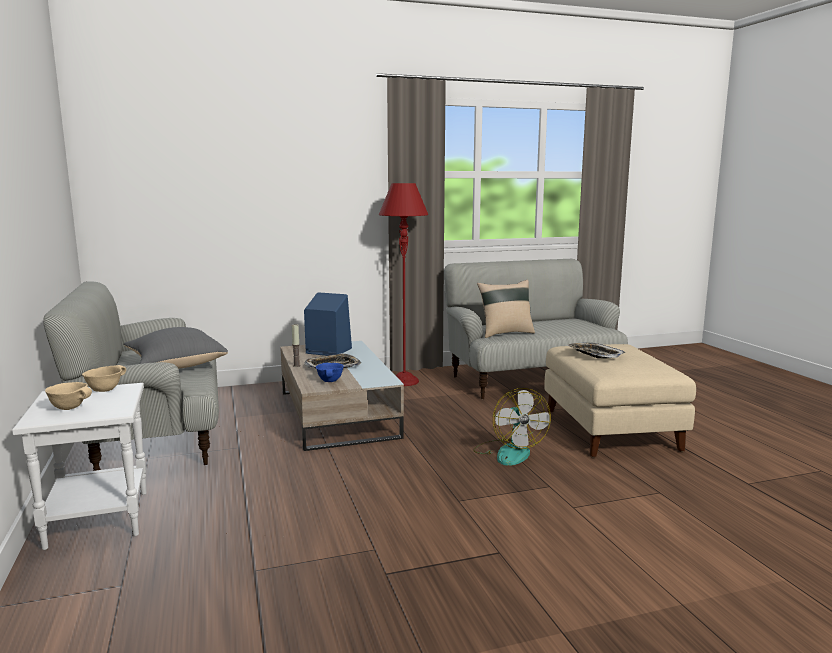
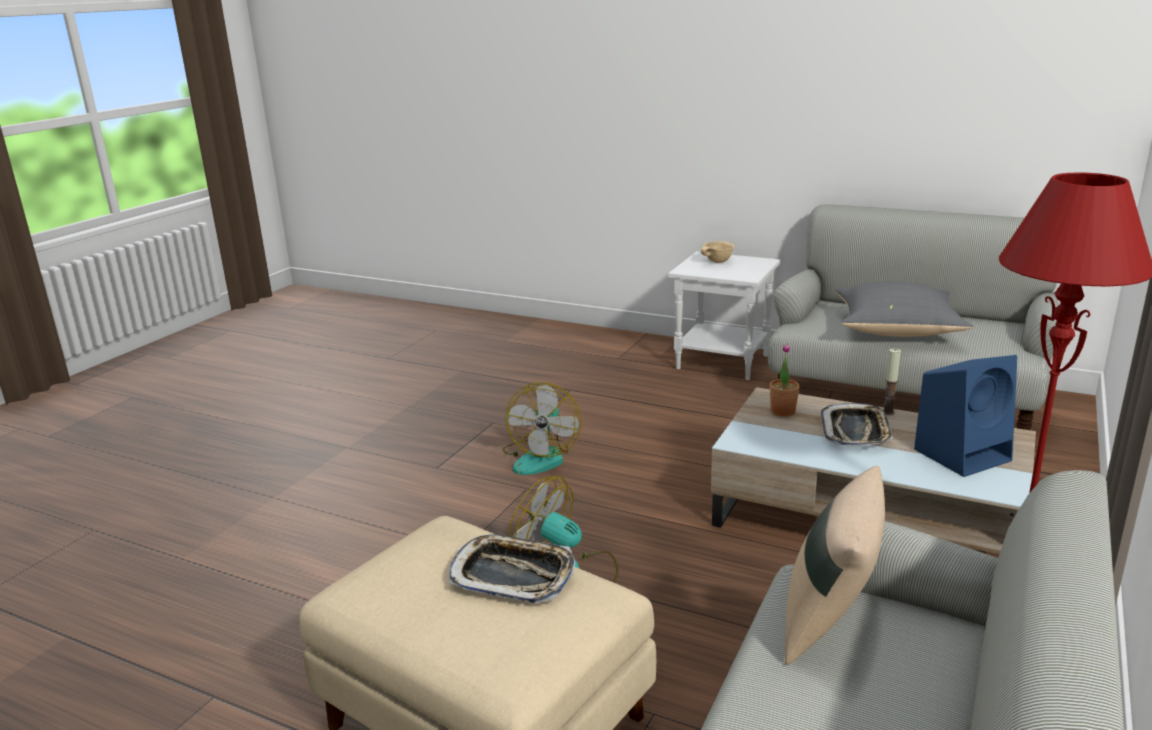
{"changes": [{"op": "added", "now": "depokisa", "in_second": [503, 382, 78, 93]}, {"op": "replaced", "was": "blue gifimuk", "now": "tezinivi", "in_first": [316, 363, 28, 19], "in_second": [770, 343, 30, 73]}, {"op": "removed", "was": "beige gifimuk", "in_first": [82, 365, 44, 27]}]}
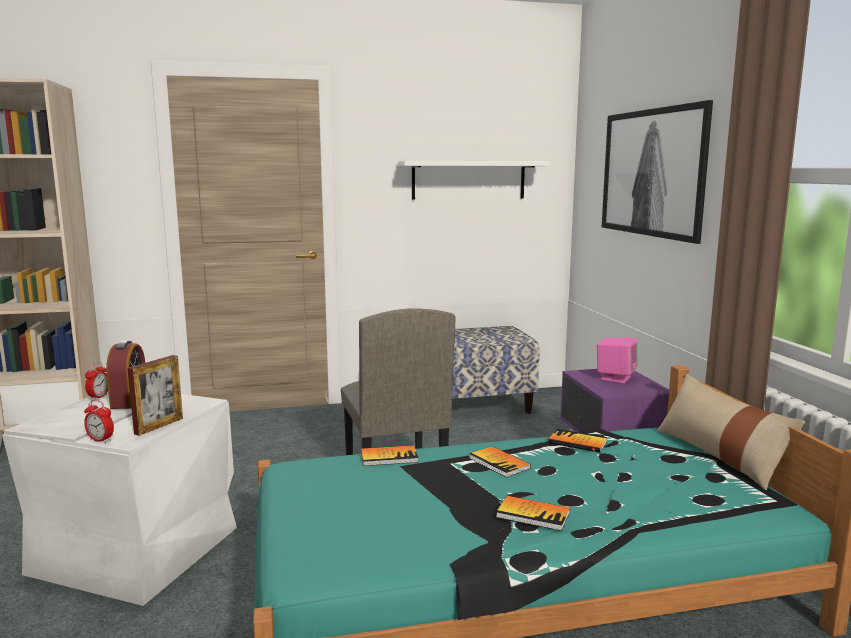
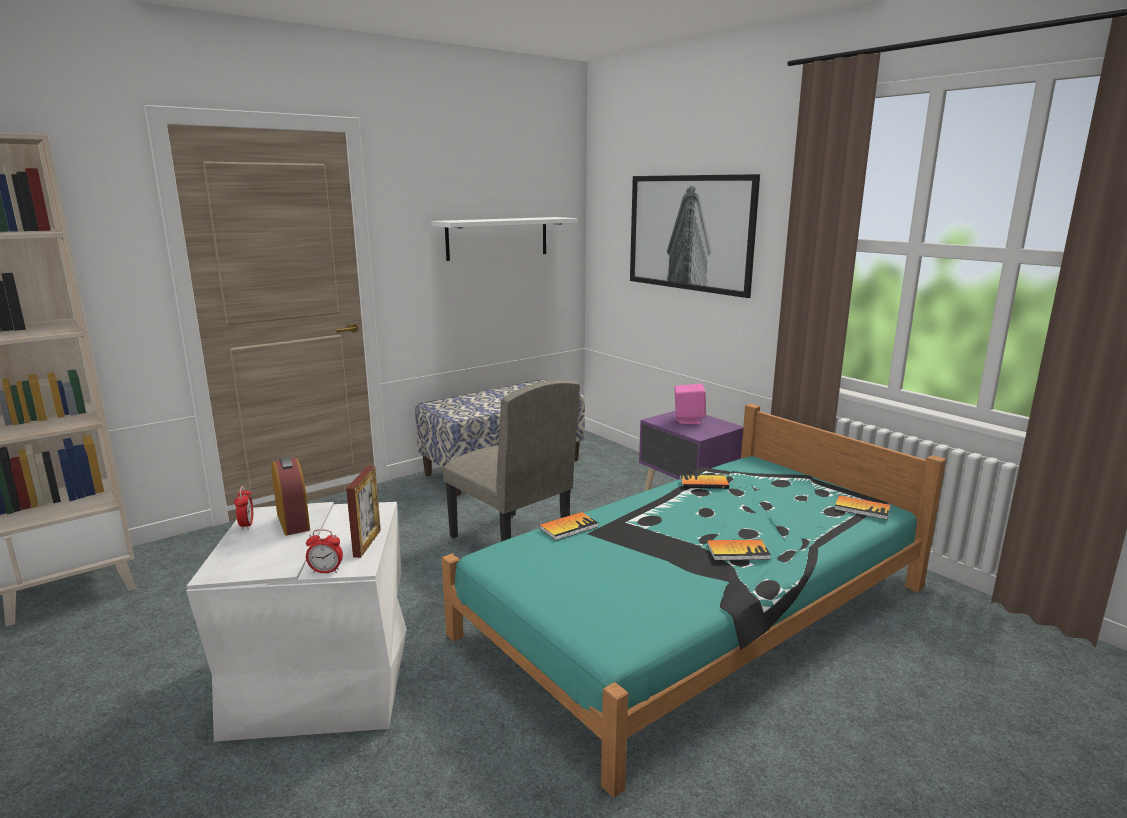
{"changes": [{"op": "moved", "was": "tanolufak", "in_first": [469, 446, 62, 32], "in_second": [834, 495, 56, 25]}, {"op": "removed", "was": "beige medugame", "in_first": [657, 374, 148, 116]}]}
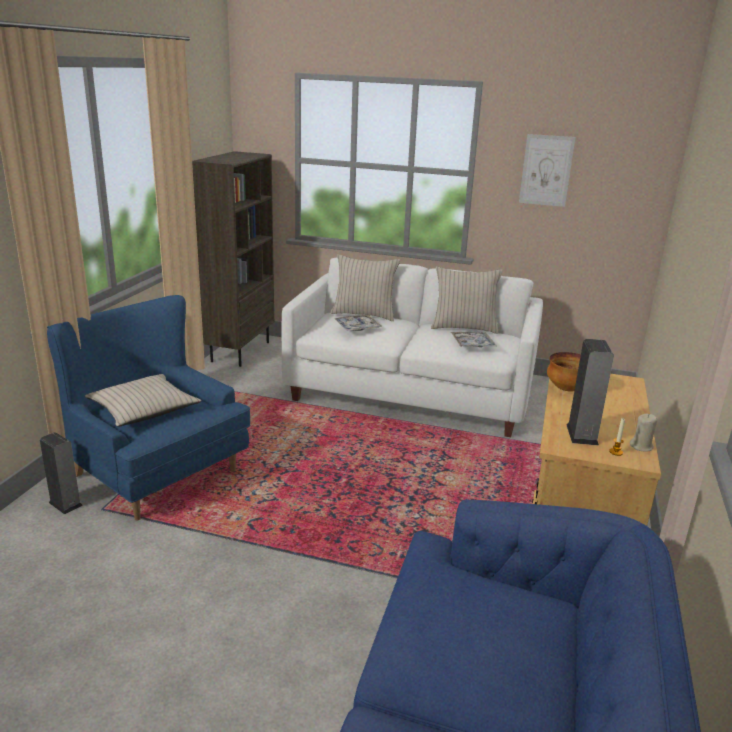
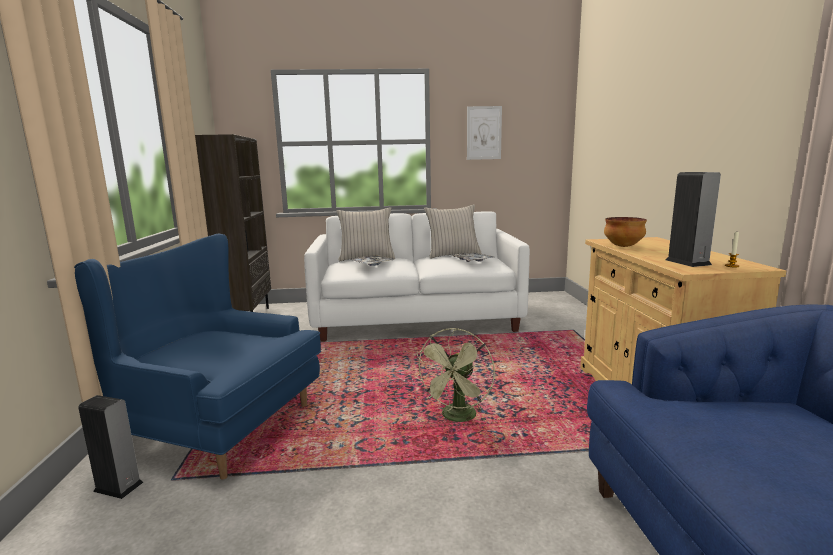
{"changes": [{"op": "added", "now": "green depokisa", "in_second": [414, 328, 81, 94]}, {"op": "removed", "was": "beige medugame", "in_first": [85, 374, 117, 53]}, {"op": "removed", "was": "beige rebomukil", "in_first": [630, 414, 27, 38]}]}
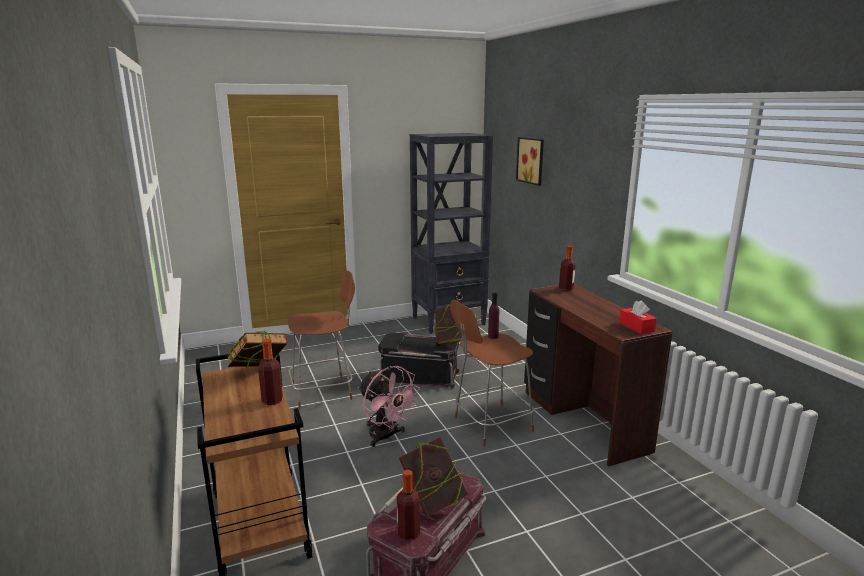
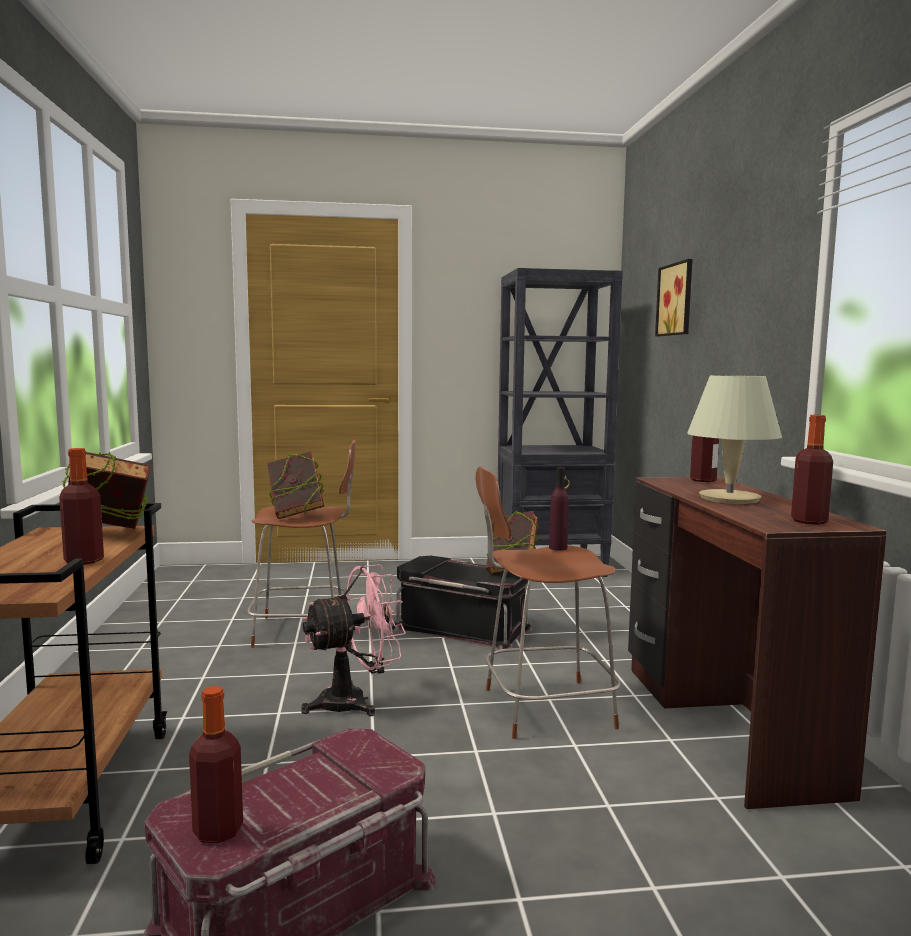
{"changes": [{"op": "moved", "was": "tanolufak", "in_first": [399, 437, 70, 81], "in_second": [267, 451, 58, 68]}, {"op": "turned", "was": "pink depokisa", "in_first": [358, 366, 62, 81], "in_second": [301, 564, 105, 152], "clockwise": -90}, {"op": "added", "now": "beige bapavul", "in_second": [687, 375, 95, 129]}, {"op": "replaced", "was": "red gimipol", "now": "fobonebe", "in_first": [619, 300, 38, 34], "in_second": [791, 415, 42, 110]}]}
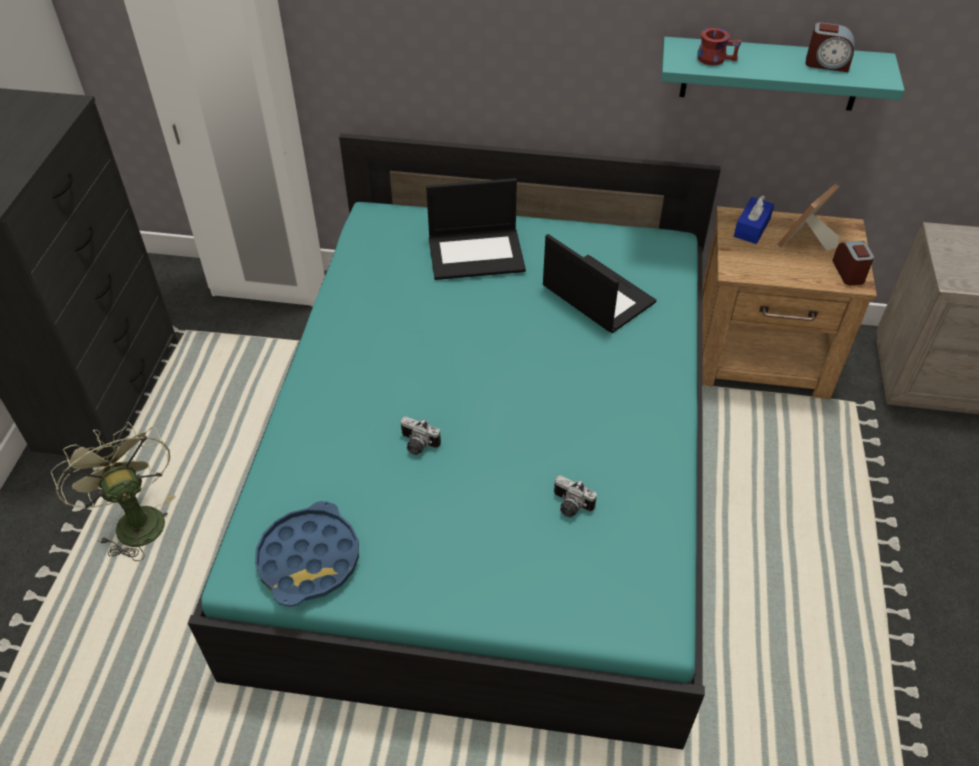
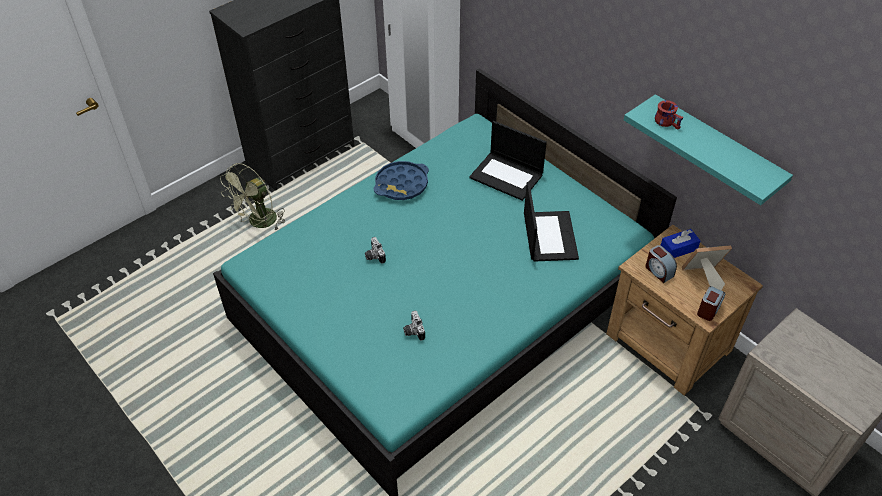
{"changes": [{"op": "turned", "was": "green depokisa", "in_first": [51, 422, 125, 139], "in_second": [220, 163, 65, 67], "clockwise": -150}, {"op": "moved", "was": "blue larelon", "in_first": [255, 501, 104, 106], "in_second": [374, 161, 55, 39]}, {"op": "moved", "was": "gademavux", "in_first": [806, 22, 48, 50], "in_second": [646, 245, 31, 38]}]}
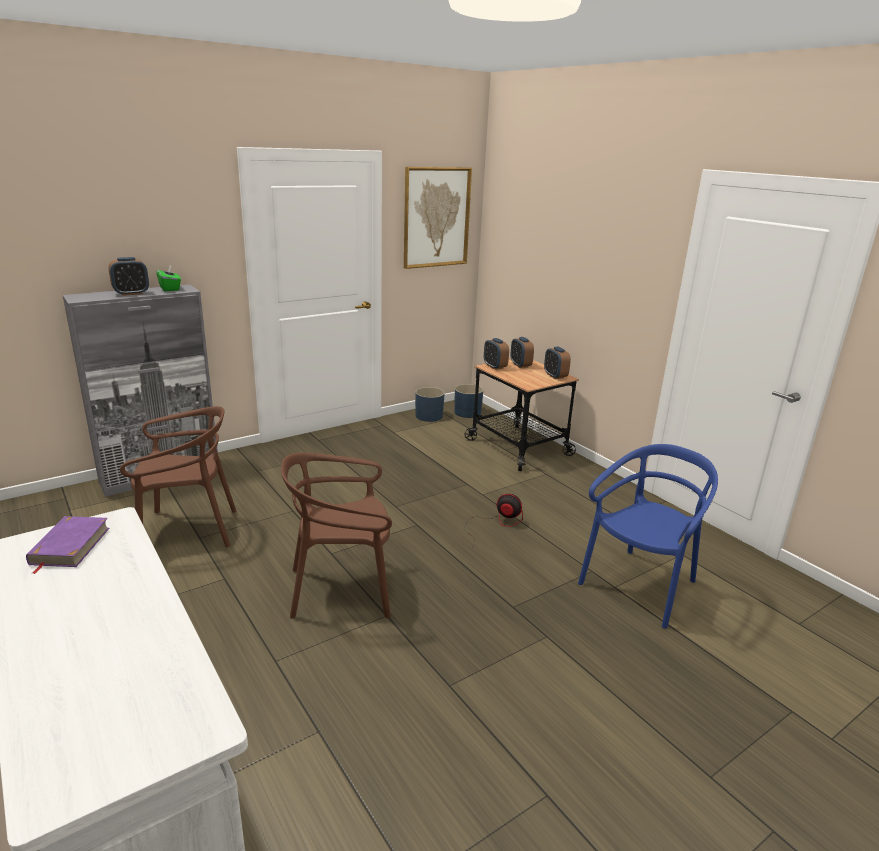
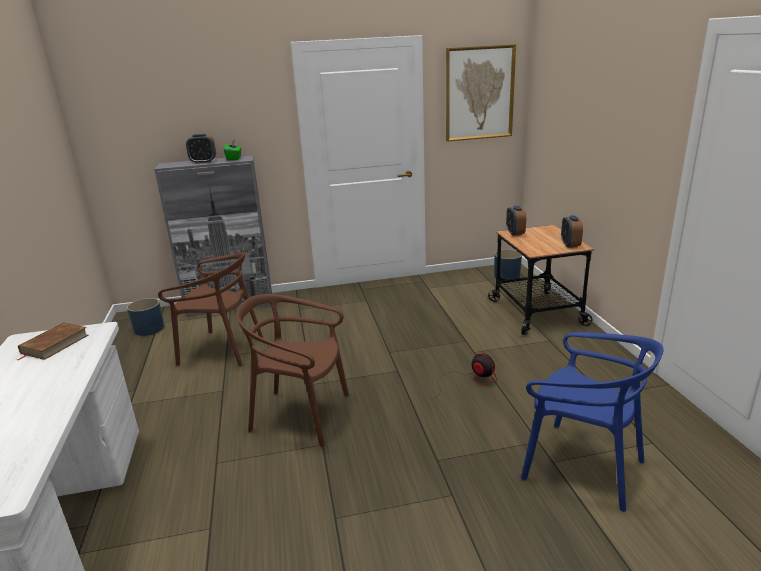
{"changes": [{"op": "recoloured", "was": "purple tanolufak", "now": "brown tanolufak", "in_first": [26, 516, 83, 58], "in_second": [17, 322, 71, 38]}, {"op": "moved", "was": "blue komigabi", "in_first": [415, 387, 30, 35], "in_second": [127, 298, 37, 38]}, {"op": "turned", "was": "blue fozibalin", "in_first": [578, 444, 140, 184], "in_second": [521, 332, 142, 180], "clockwise": 60}, {"op": "removed", "was": "gademavux", "in_first": [510, 337, 24, 31]}]}
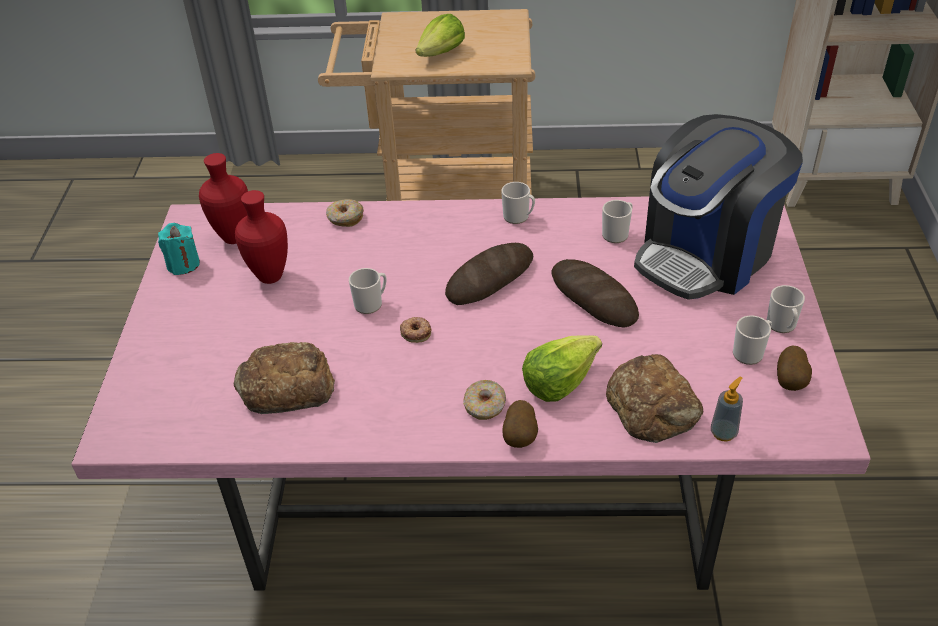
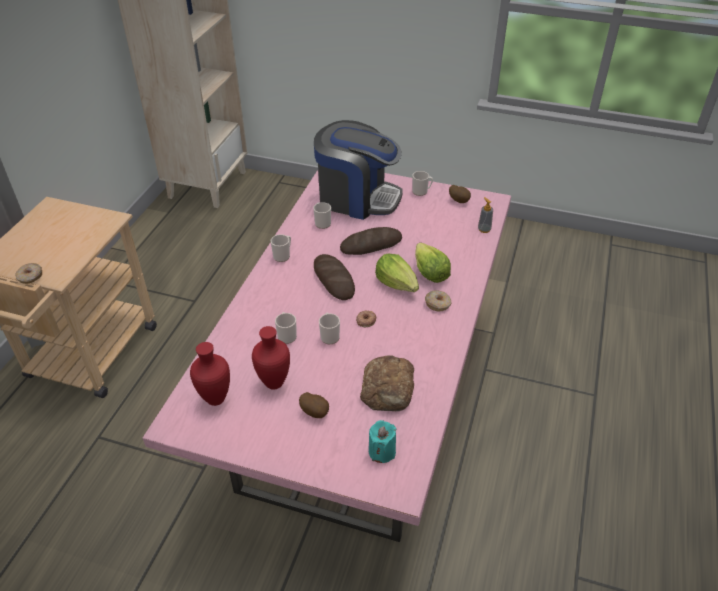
{"changes": [{"op": "moved", "was": "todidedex", "in_first": [326, 199, 38, 28], "in_second": [15, 263, 27, 21]}, {"op": "moved", "was": "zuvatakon", "in_first": [733, 315, 39, 50], "in_second": [275, 312, 22, 32]}, {"op": "moved", "was": "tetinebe", "in_first": [503, 400, 35, 48], "in_second": [299, 392, 30, 26]}, {"op": "turned", "was": "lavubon", "in_first": [634, 114, 169, 186], "in_second": [314, 120, 88, 100], "clockwise": -45}, {"op": "moved", "was": "turquoise rebomukil", "in_first": [158, 223, 42, 52], "in_second": [369, 420, 27, 43]}, {"op": "moved", "was": "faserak", "in_first": [416, 14, 49, 43], "in_second": [375, 253, 44, 39]}, {"op": "removed", "was": "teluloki", "in_first": [606, 354, 97, 89]}]}
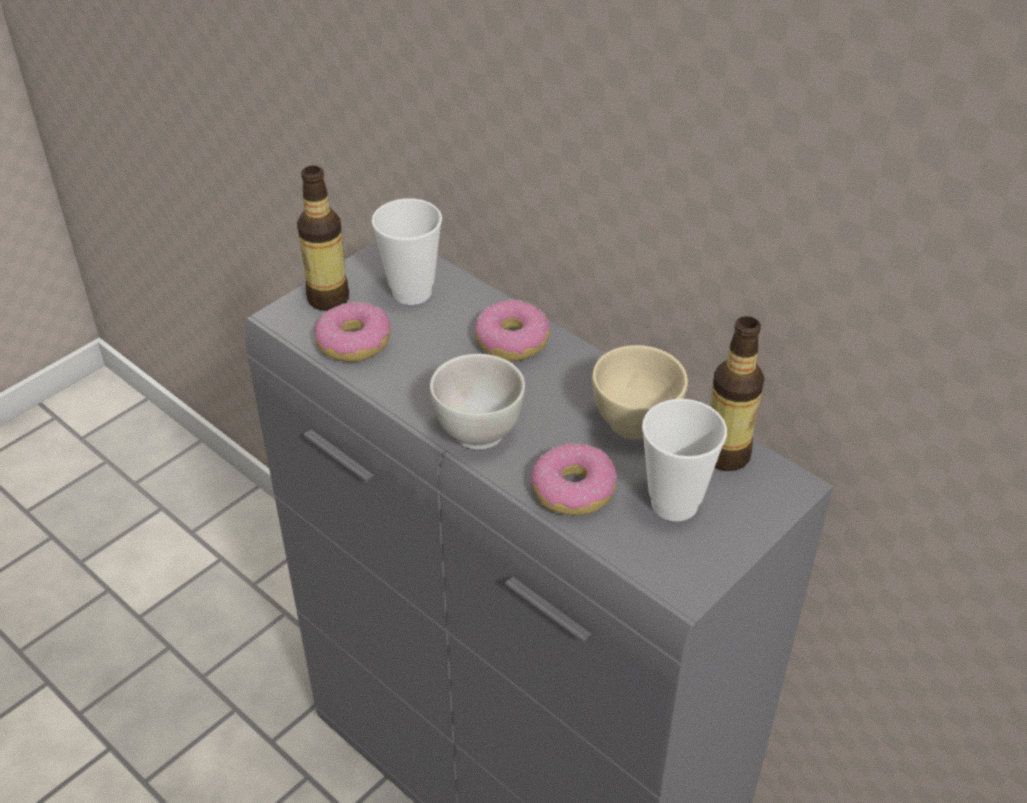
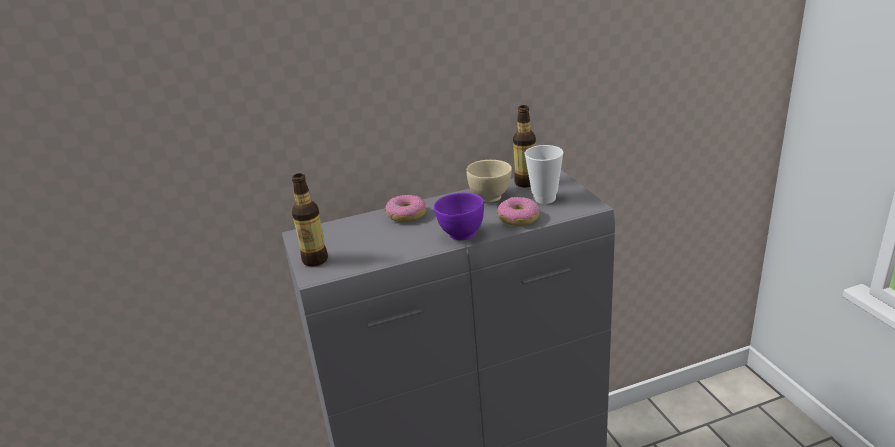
{"changes": [{"op": "recoloured", "was": "white gifimuk", "now": "purple gifimuk", "in_first": [430, 354, 95, 96], "in_second": [434, 193, 50, 47]}, {"op": "removed", "was": "todidedex", "in_first": [314, 302, 77, 60]}, {"op": "removed", "was": "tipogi", "in_first": [372, 198, 70, 107]}]}
